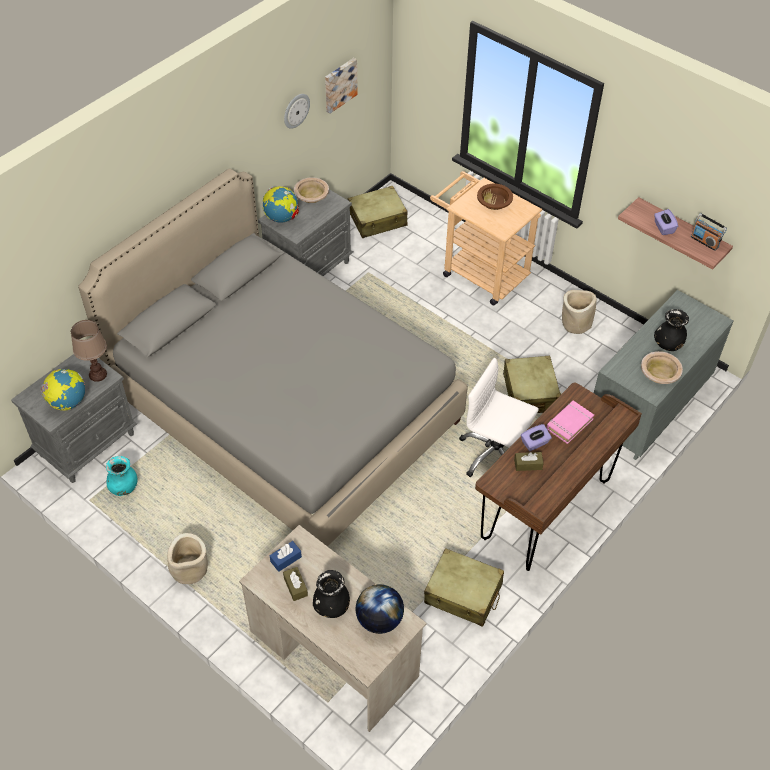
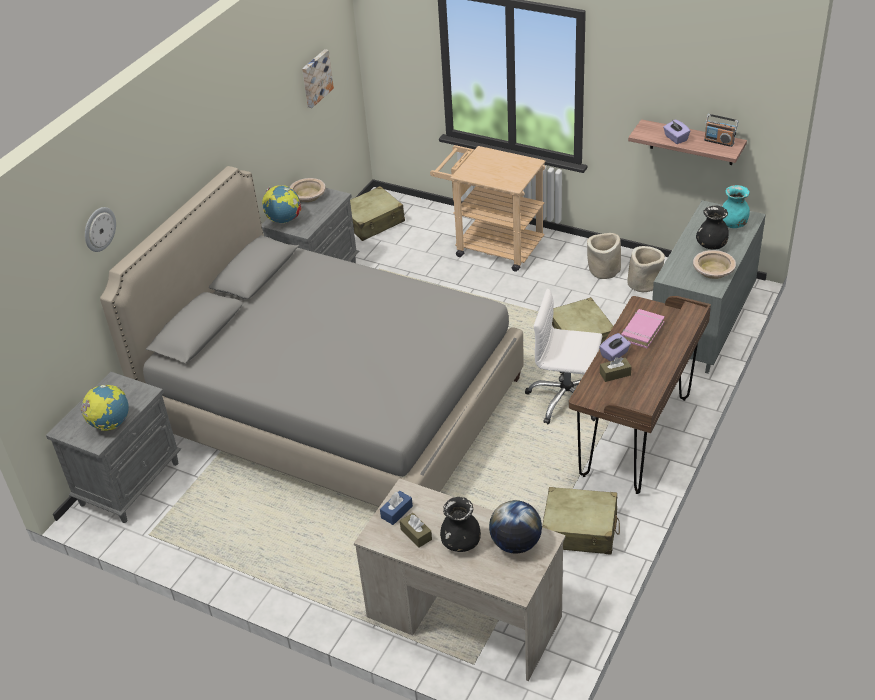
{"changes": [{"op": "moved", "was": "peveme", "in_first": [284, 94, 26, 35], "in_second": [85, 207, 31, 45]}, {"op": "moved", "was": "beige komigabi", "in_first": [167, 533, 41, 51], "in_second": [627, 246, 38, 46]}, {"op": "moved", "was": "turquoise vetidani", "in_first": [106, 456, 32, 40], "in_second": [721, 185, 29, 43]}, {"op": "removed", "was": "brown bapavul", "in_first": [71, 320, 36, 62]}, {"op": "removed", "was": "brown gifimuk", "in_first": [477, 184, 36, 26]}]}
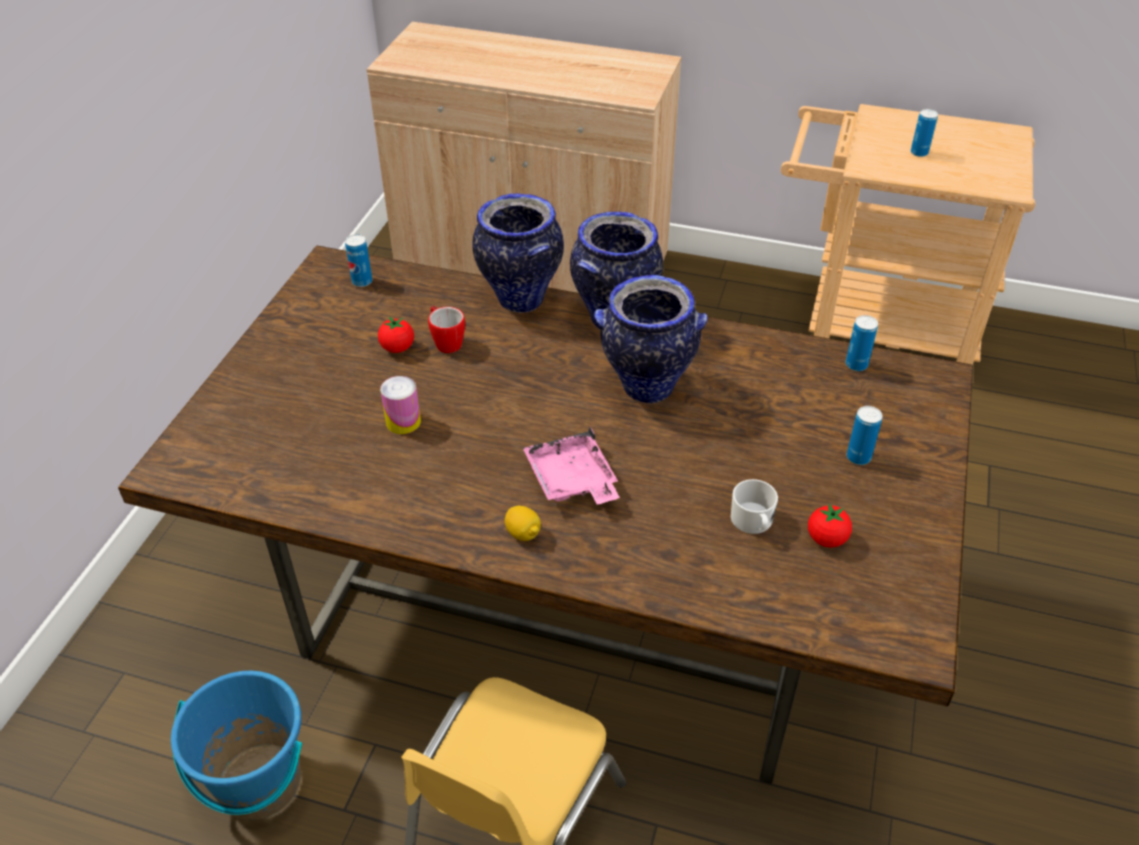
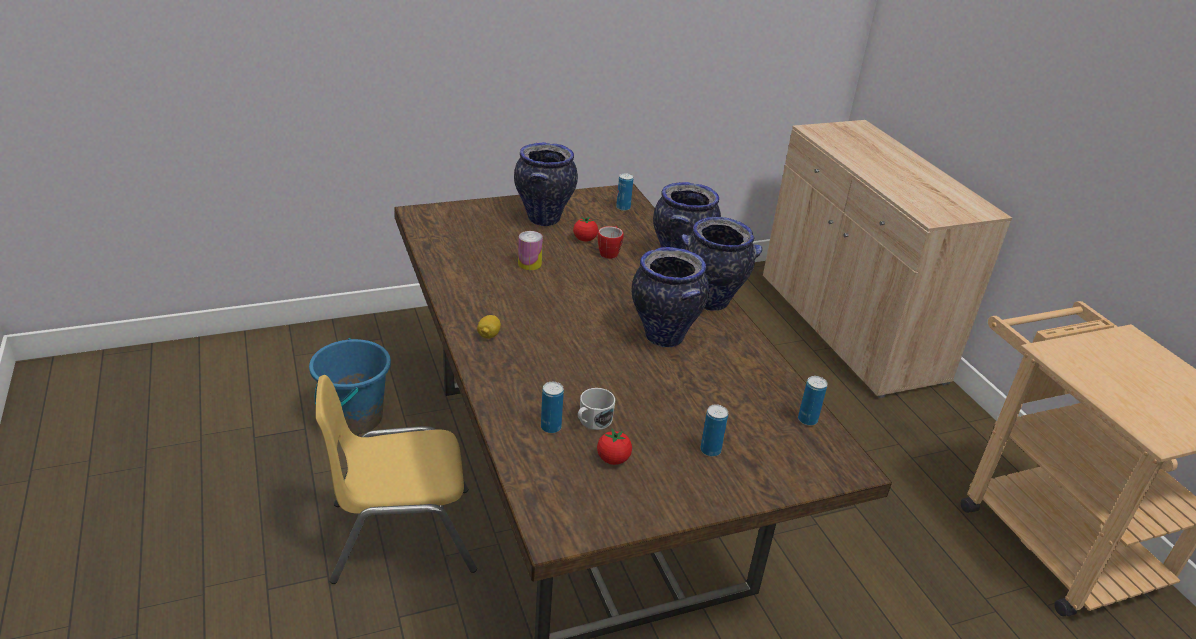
{"changes": [{"op": "added", "now": "vetidani", "in_second": [514, 142, 64, 84]}, {"op": "moved", "was": "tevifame", "in_first": [910, 109, 28, 48], "in_second": [541, 382, 23, 51]}, {"op": "removed", "was": "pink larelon", "in_first": [523, 427, 97, 77]}]}
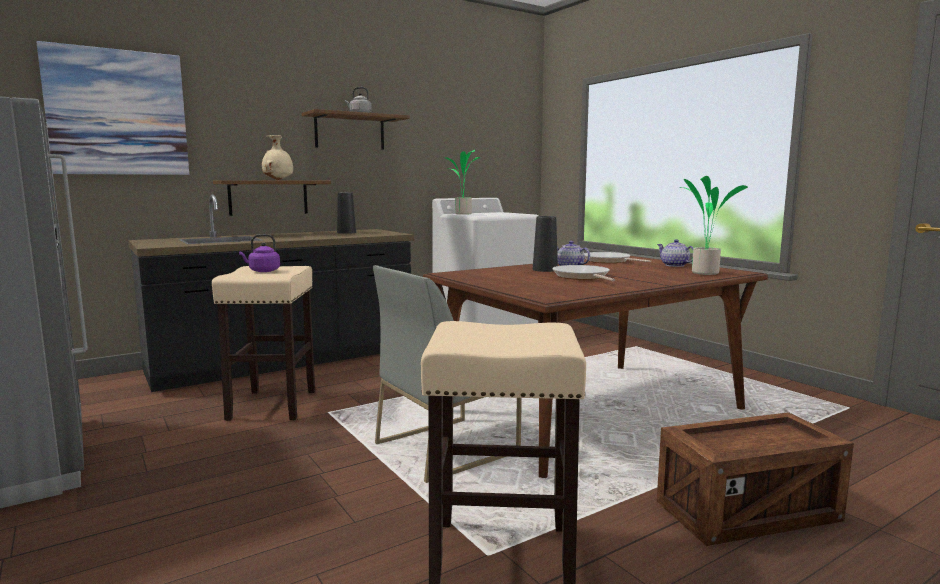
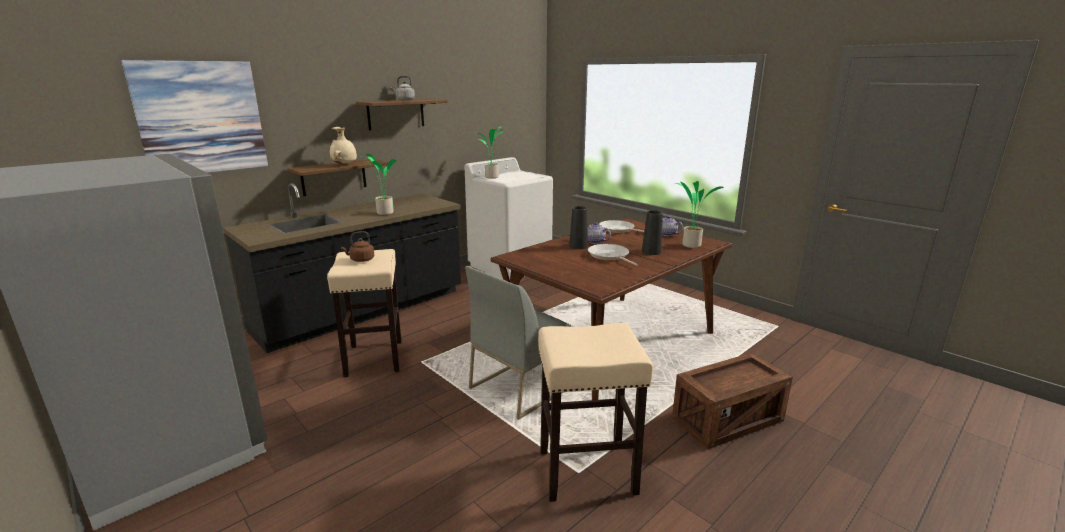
{"changes": [{"op": "recoloured", "was": "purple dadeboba", "now": "brown dadeboba", "in_first": [239, 234, 41, 38], "in_second": [341, 231, 33, 31]}, {"op": "added", "now": "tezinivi", "in_second": [359, 154, 38, 61]}, {"op": "moved", "was": "black vetidani", "in_first": [337, 192, 19, 42], "in_second": [642, 210, 21, 45]}]}
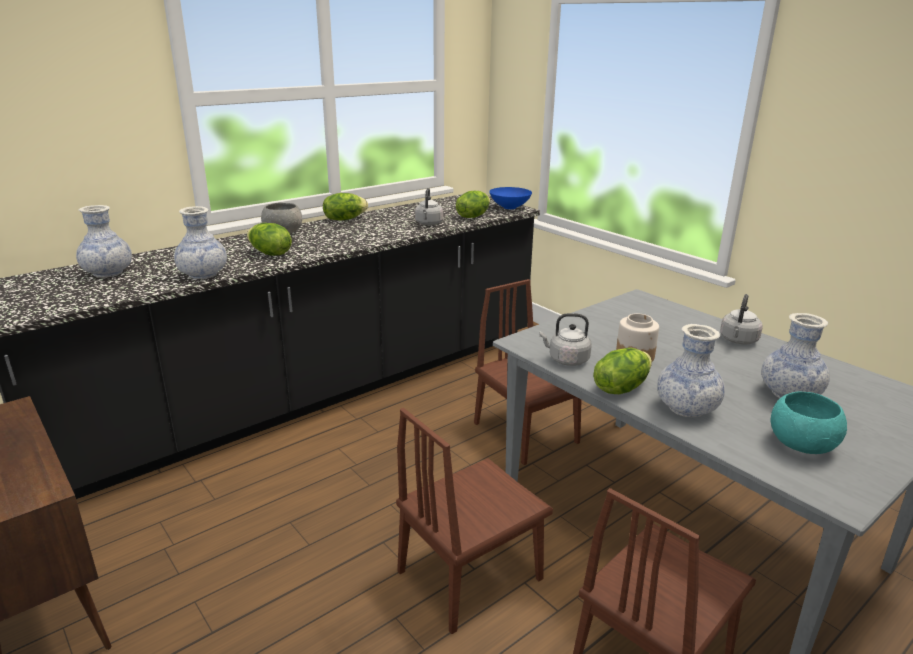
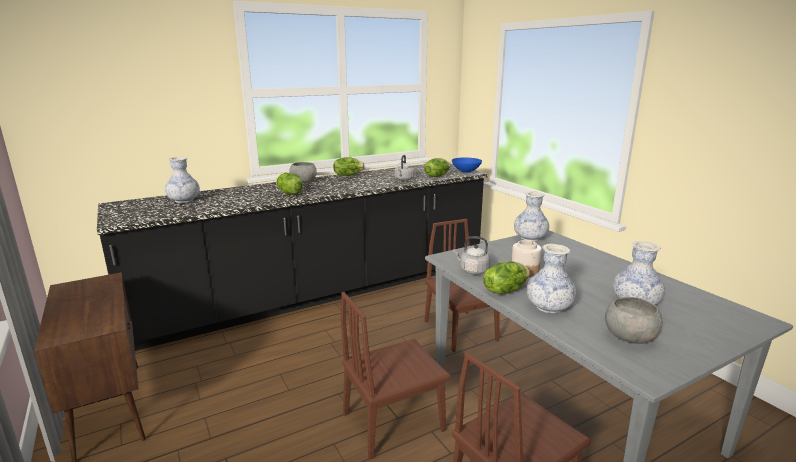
{"changes": [{"op": "moved", "was": "vetidani", "in_first": [174, 206, 53, 73], "in_second": [514, 191, 35, 50]}, {"op": "recoloured", "was": "turquoise gifimuk", "now": "grey gifimuk", "in_first": [771, 392, 76, 62], "in_second": [605, 297, 58, 47]}, {"op": "removed", "was": "grey dadeboba", "in_first": [720, 294, 43, 50]}]}
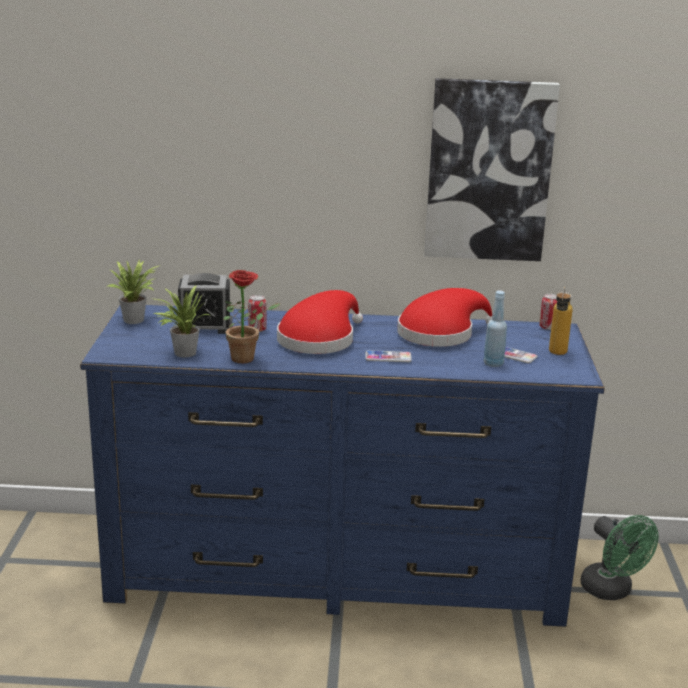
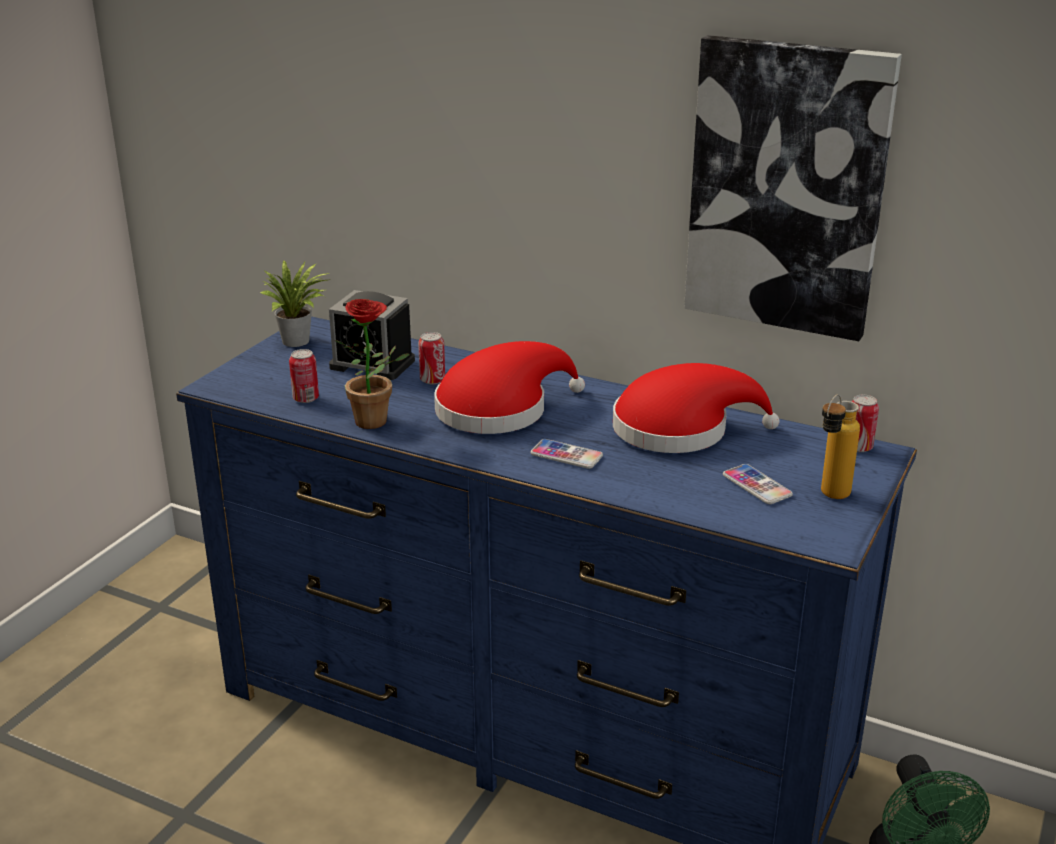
{"changes": [{"op": "replaced", "was": "tezinivi", "now": "tevifame", "in_first": [154, 285, 55, 72], "in_second": [289, 349, 30, 54]}, {"op": "removed", "was": "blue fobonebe", "in_first": [483, 291, 24, 76]}]}
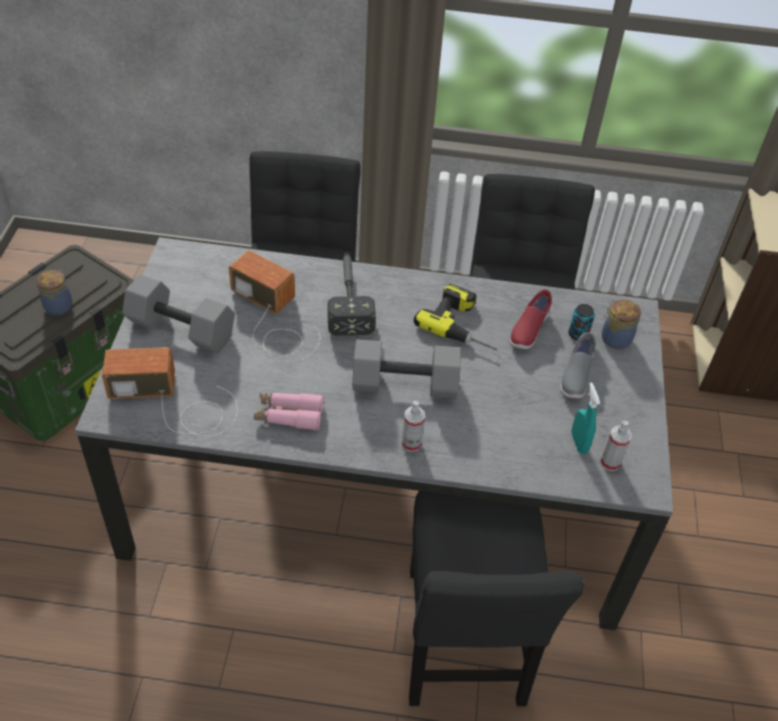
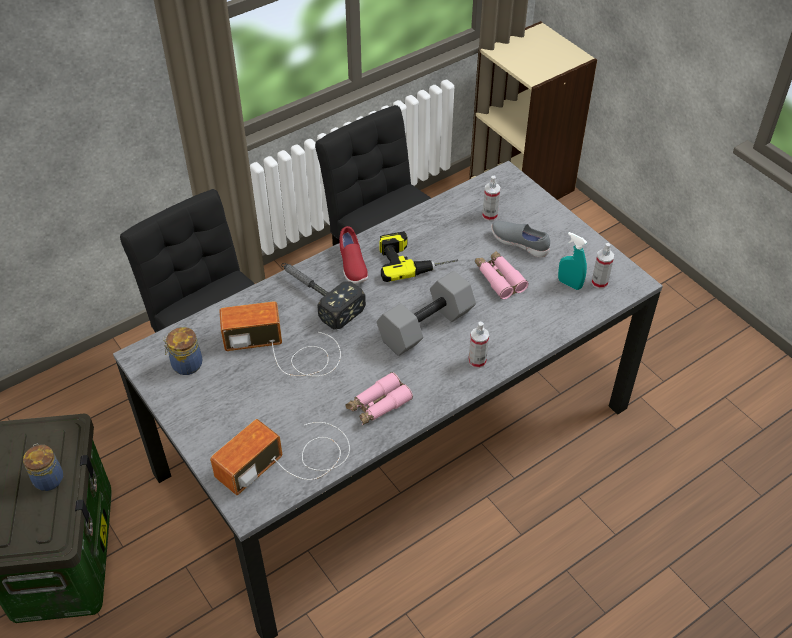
{"changes": [{"op": "moved", "was": "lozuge", "in_first": [602, 299, 39, 50], "in_second": [163, 327, 39, 48]}, {"op": "moved", "was": "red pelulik", "in_first": [510, 289, 42, 60], "in_second": [339, 226, 29, 58]}, {"op": "added", "now": "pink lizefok", "in_second": [475, 251, 54, 48]}, {"op": "replaced", "was": "tevifame", "now": "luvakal", "in_first": [568, 304, 27, 36], "in_second": [482, 176, 18, 45]}, {"op": "turned", "was": "grey pelulik", "in_first": [560, 332, 36, 66], "in_second": [491, 221, 59, 37], "clockwise": 150}, {"op": "removed", "was": "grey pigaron", "in_first": [122, 274, 113, 80]}, {"op": "removed", "was": "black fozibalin", "in_first": [409, 491, 175, 215]}]}
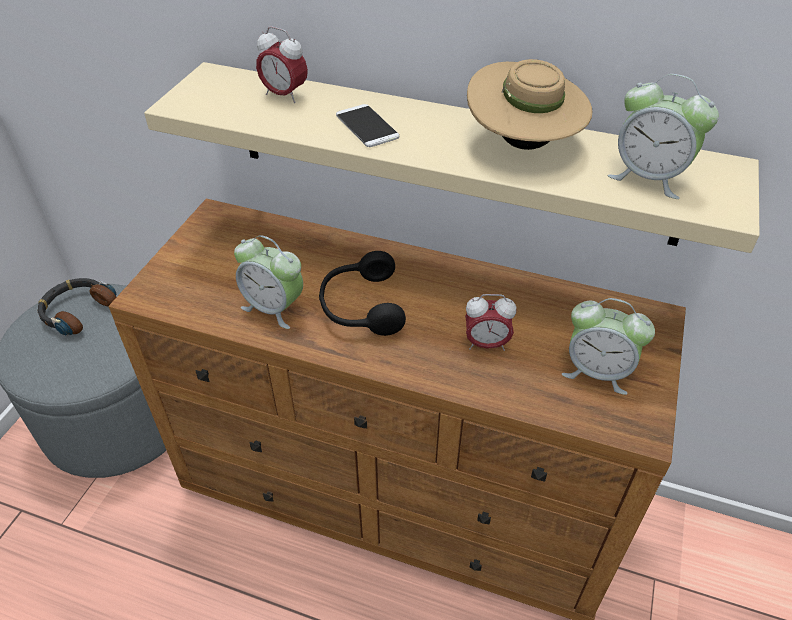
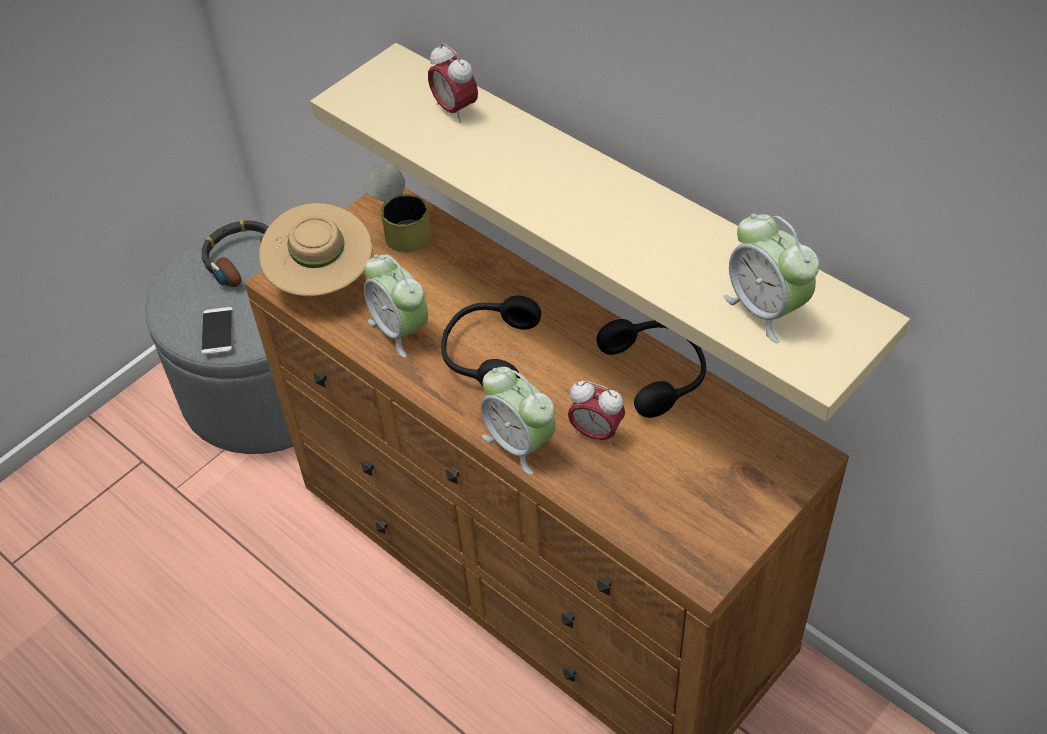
{"changes": [{"op": "moved", "was": "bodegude", "in_first": [336, 104, 63, 43], "in_second": [201, 307, 32, 48]}, {"op": "moved", "was": "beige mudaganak", "in_first": [467, 59, 125, 91], "in_second": [259, 203, 113, 93]}, {"op": "added", "now": "tevifame", "in_second": [363, 163, 69, 90]}, {"op": "moved", "was": "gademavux", "in_first": [562, 298, 93, 97], "in_second": [481, 367, 75, 108]}, {"op": "added", "now": "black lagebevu", "in_second": [597, 319, 109, 99]}]}
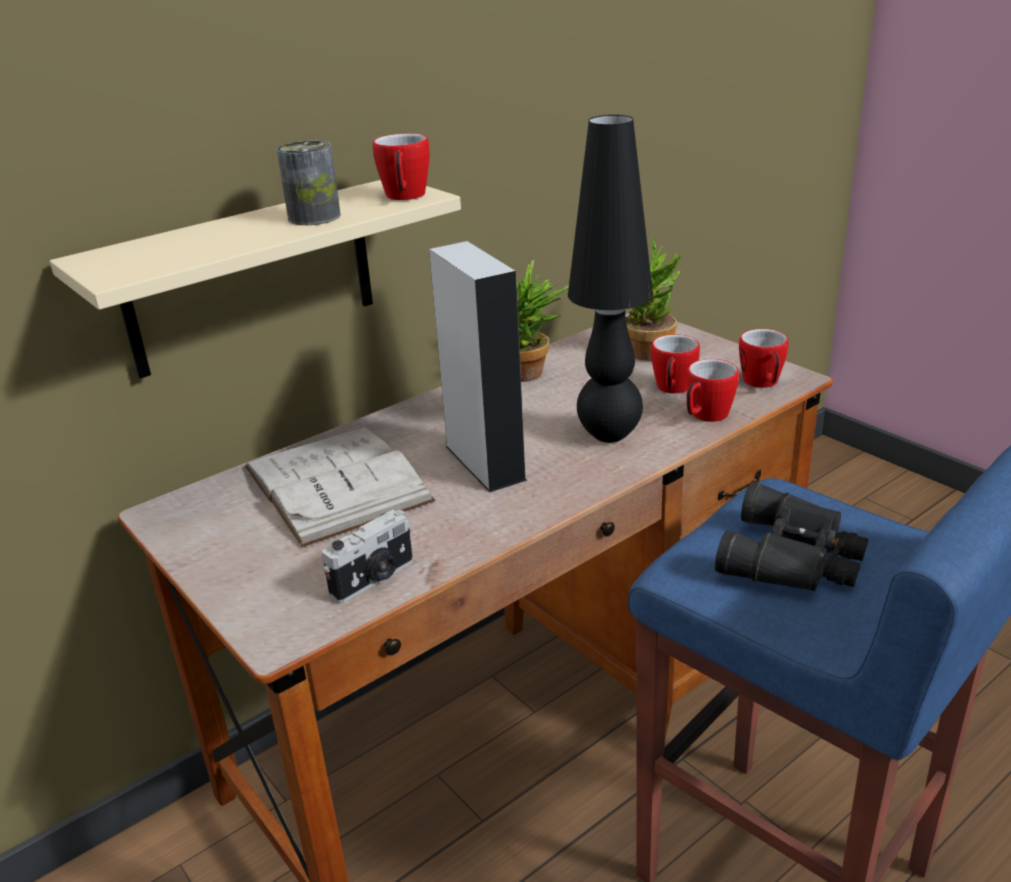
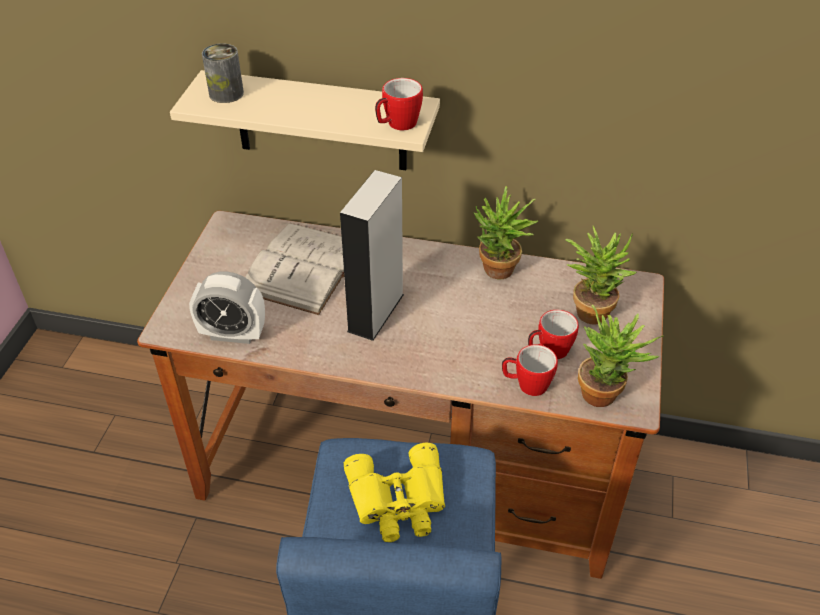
{"changes": [{"op": "replaced", "was": "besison", "now": "gademavux", "in_first": [322, 510, 91, 94], "in_second": [189, 272, 76, 72]}, {"op": "moved", "was": "tevifame", "in_first": [277, 141, 64, 84], "in_second": [202, 43, 42, 60]}, {"op": "recoloured", "was": "black lizefok", "now": "yellow lizefok", "in_first": [715, 482, 153, 109], "in_second": [344, 443, 101, 99]}, {"op": "replaced", "was": "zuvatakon", "now": "tezinivi", "in_first": [739, 329, 50, 59], "in_second": [578, 304, 86, 103]}, {"op": "removed", "was": "black bapavul", "in_first": [568, 115, 85, 328]}]}
